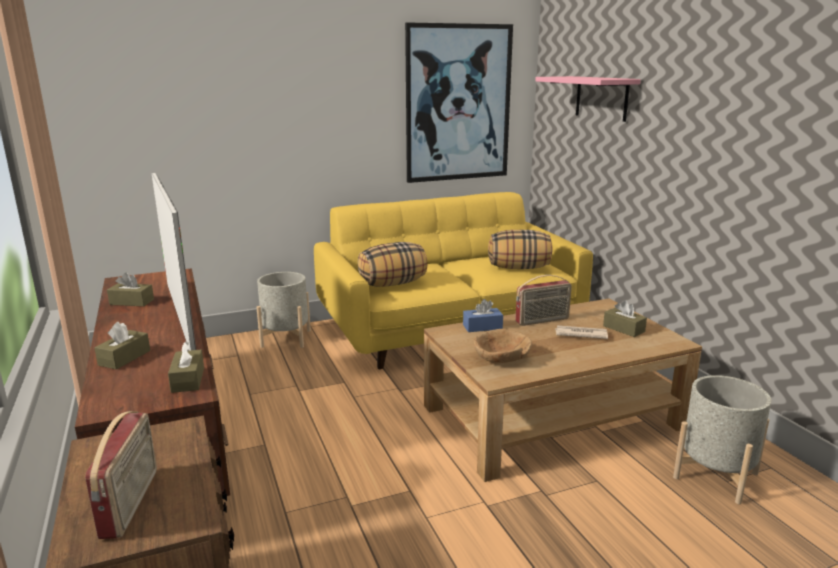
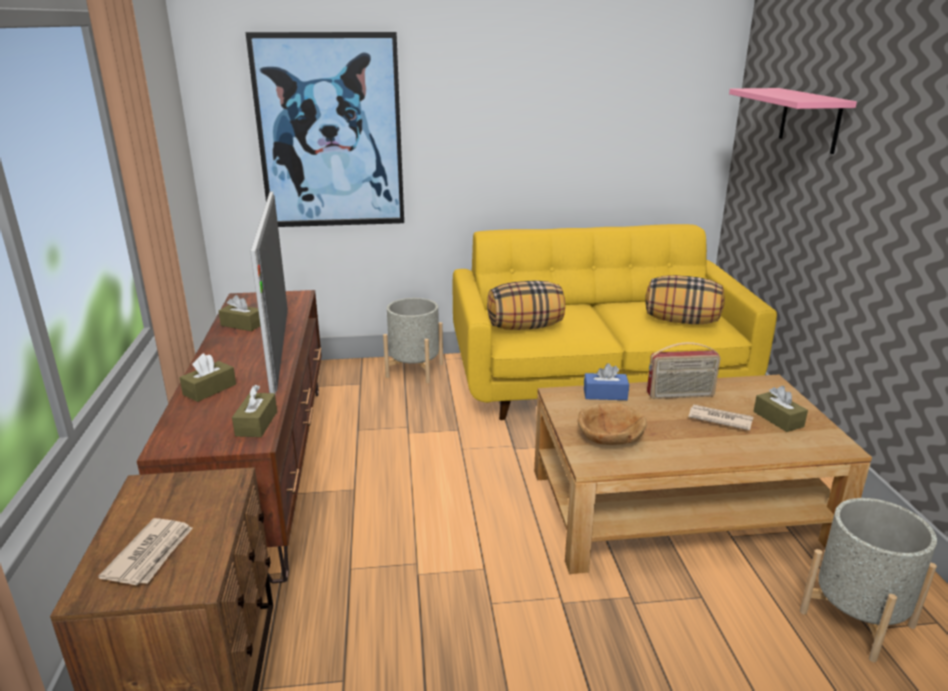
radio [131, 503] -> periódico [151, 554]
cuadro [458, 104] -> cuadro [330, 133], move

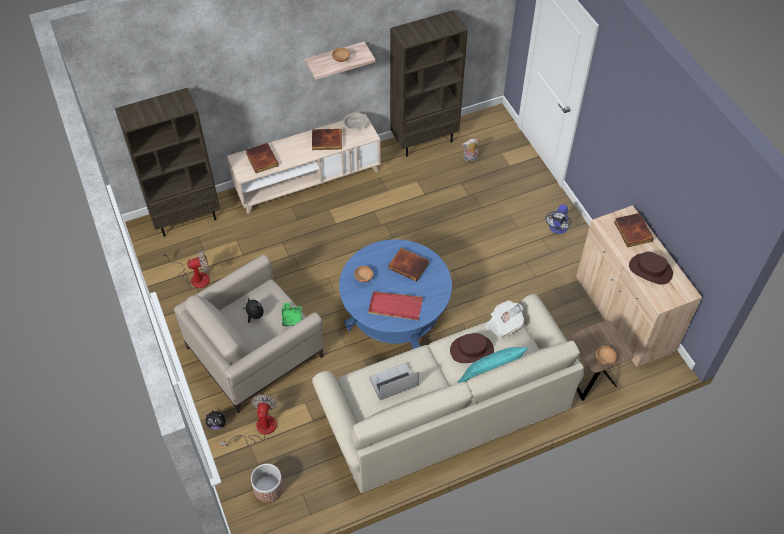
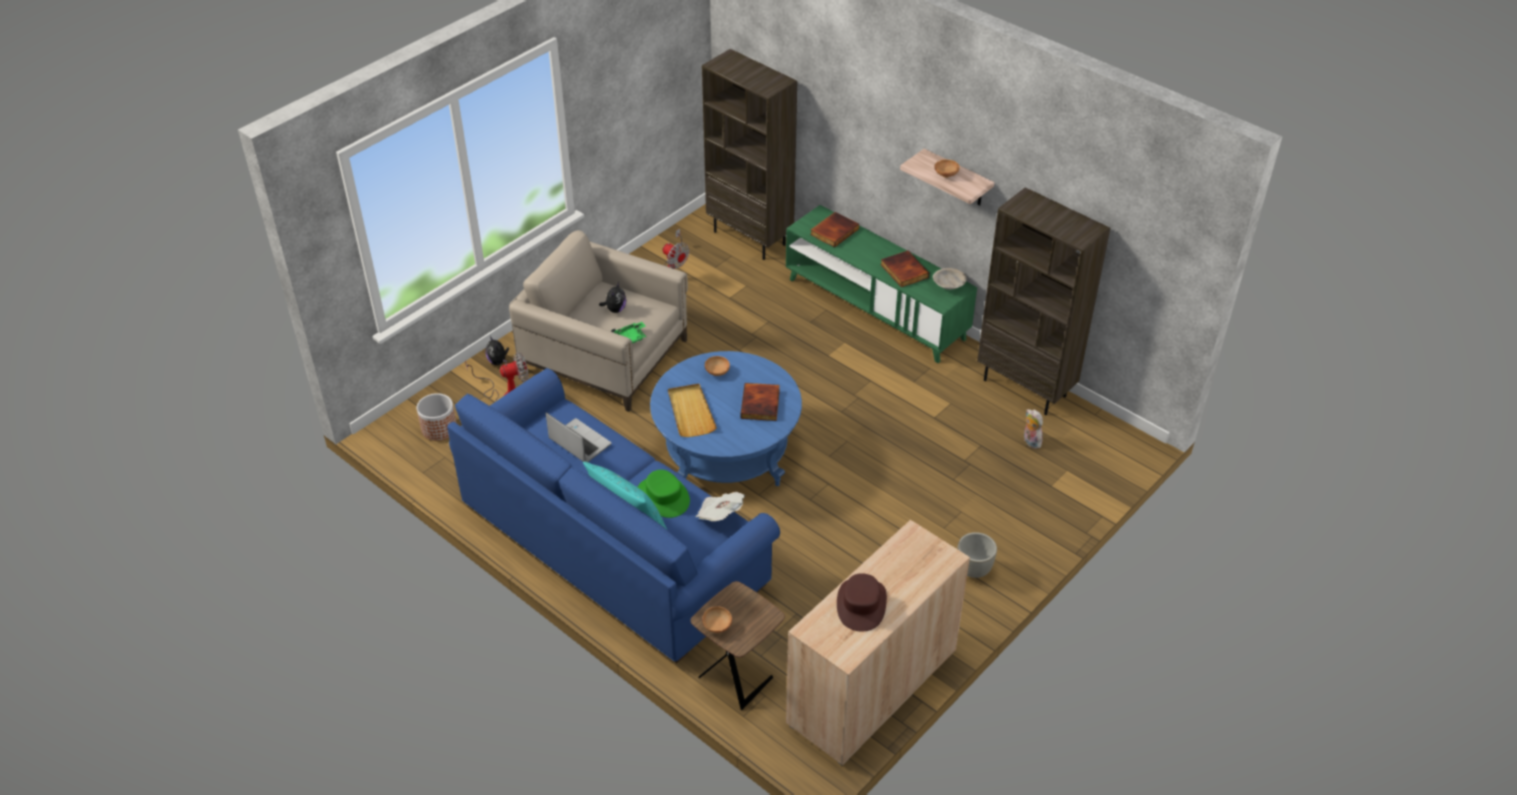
sofá/beis [446, 411] -> sofá/azul [612, 544]
sombrero/marrón [472, 350] -> sombrero/verde [663, 496]
bandeja/rojo [395, 307] -> bandeja/beis [690, 412]
mueble de televisión/beis [307, 180] -> mueble de televisión/verde [875, 308]
ventilador [557, 229] -> maceta/gris [974, 570]
libro [632, 231] -> none

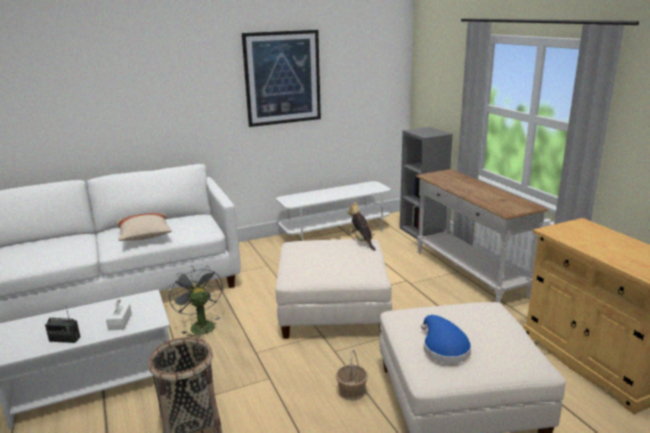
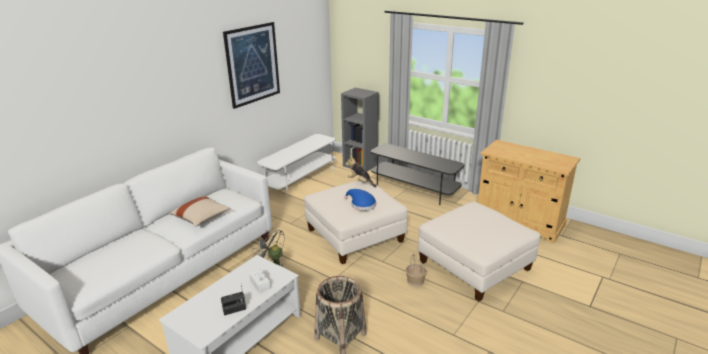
sombrero/azul [443, 348] -> sombrero/azul [361, 204], move
mesa consola/blanco [468, 274] -> mueble de televisión/gris [414, 188]

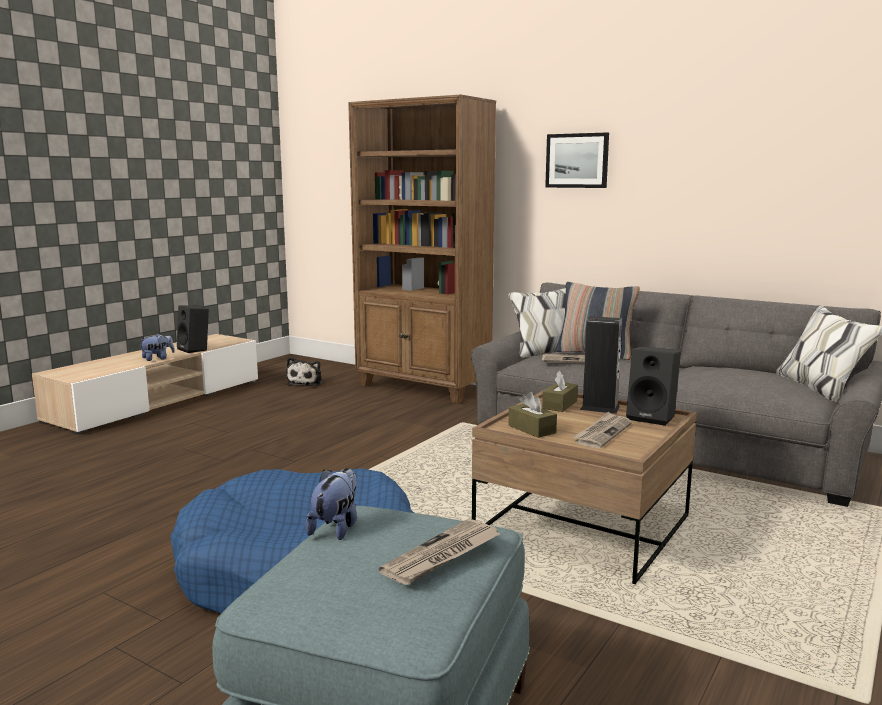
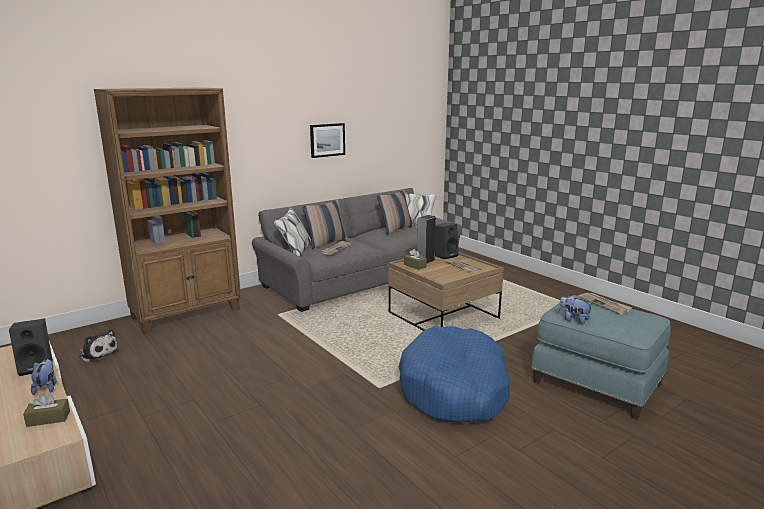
caja de pañuelos/marrón [532, 429] -> caja de pañuelos/marrón [48, 419], move
cuadro [577, 160] -> cuadro [327, 140], move
none -> cojín [396, 230]

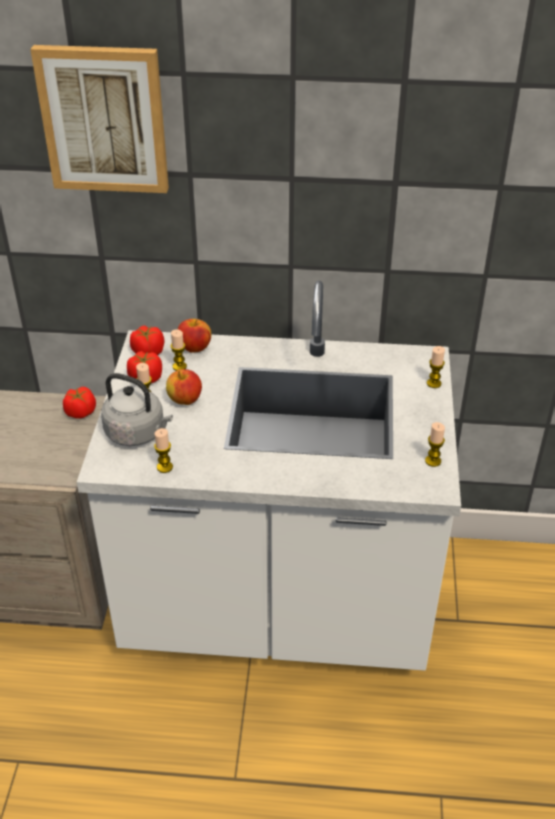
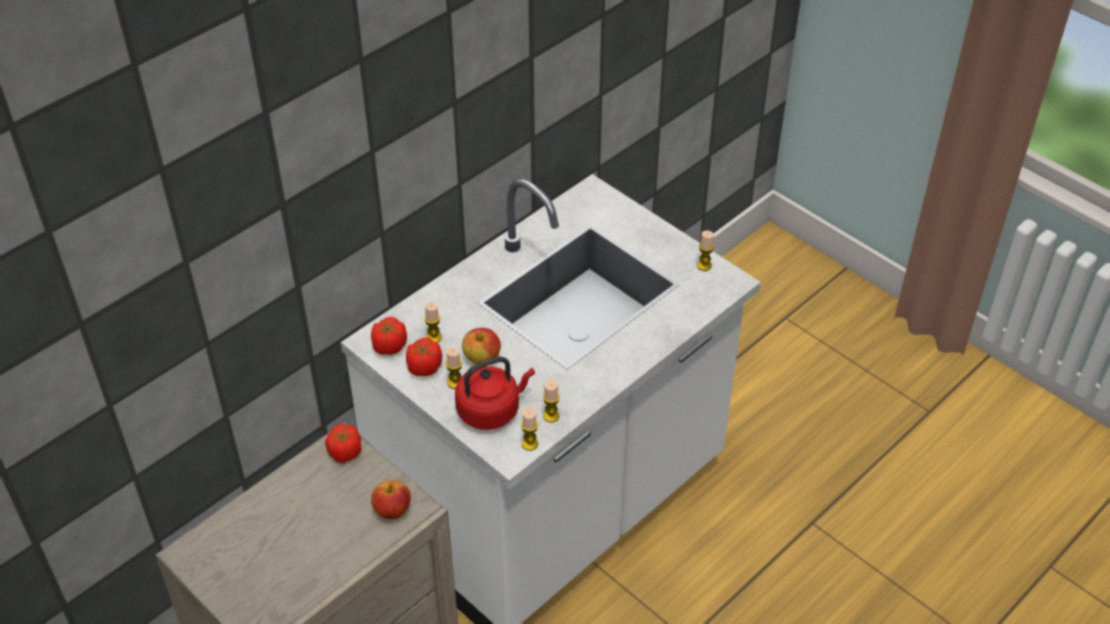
manzana [194, 348] -> manzana [392, 510], move
hervidor/gris [138, 433] -> hervidor/rojo [491, 410]
vela [434, 383] -> vela [530, 444], move
cuadro [104, 119] -> none

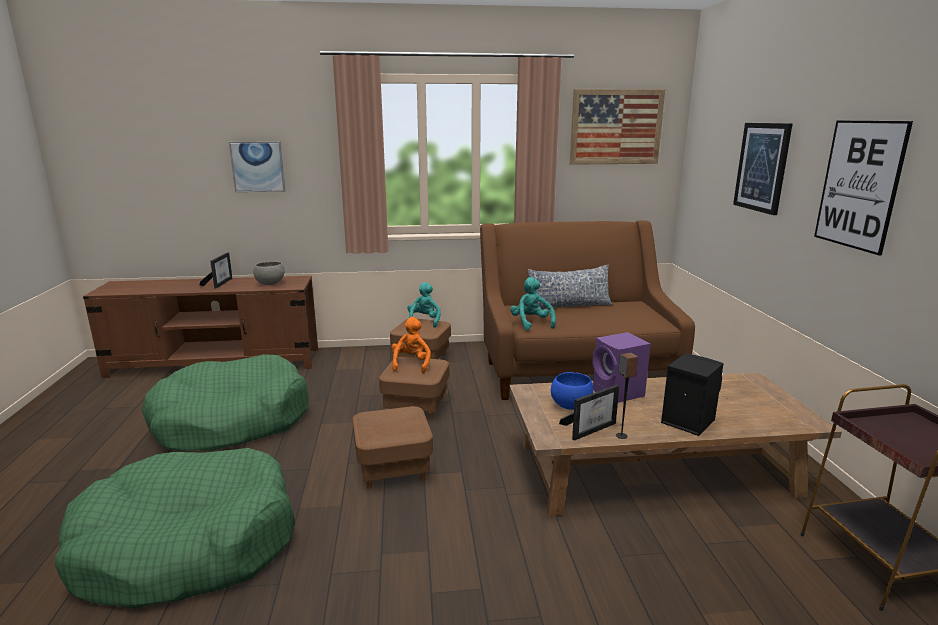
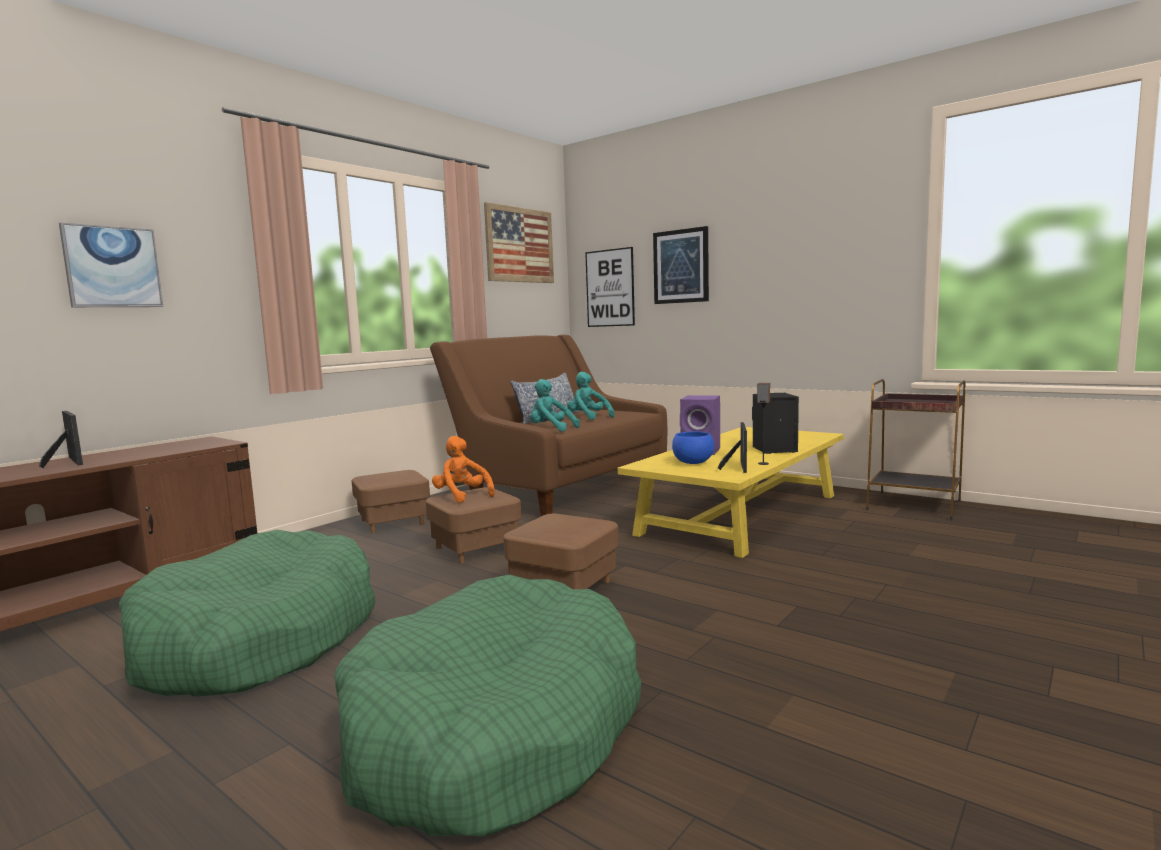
peluche/turquesa [424, 321] -> peluche/turquesa [588, 418], move
cuadro [859, 185] -> cuadro [610, 288], move
mesa de centro/marrón [655, 468] -> mesa de centro/amarillo [740, 513]
cuenco/gris [270, 284] -> none

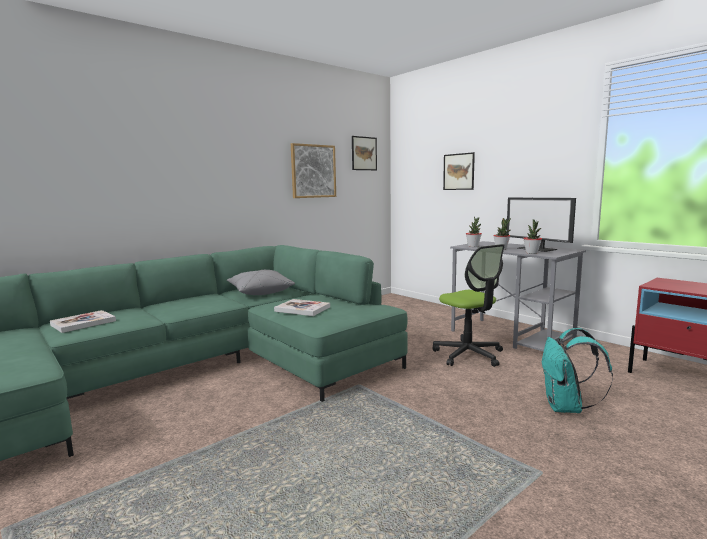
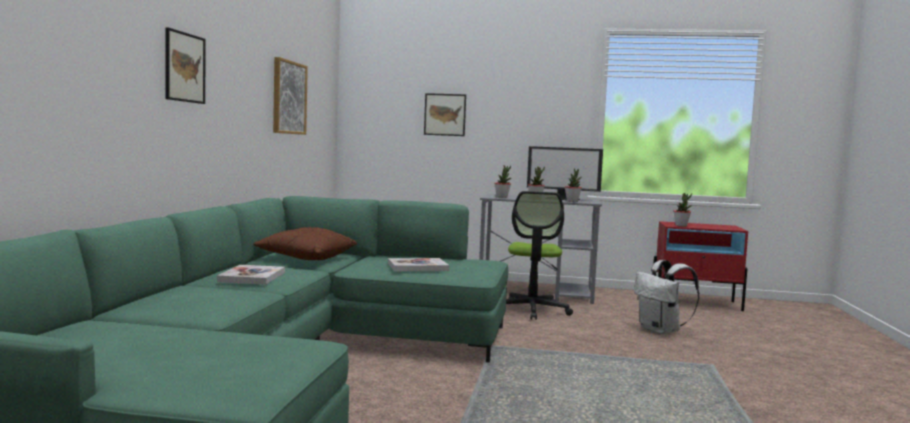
cuadro [364, 153] -> cuadro [184, 67], move
libro [83, 323] -> libro [252, 277], move
cojín/gris [260, 292] -> cojín/marrón [306, 258]
silla de oficina [468, 355] -> silla de oficina [532, 310], 75 degrees clockwise
mochila/turquesa [566, 408] -> mochila/blanco [661, 331]
none -> planta en maceta [681, 225]

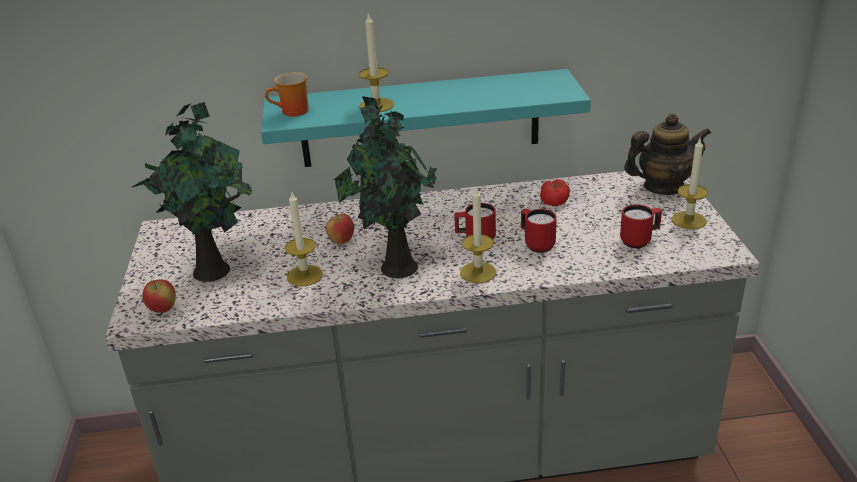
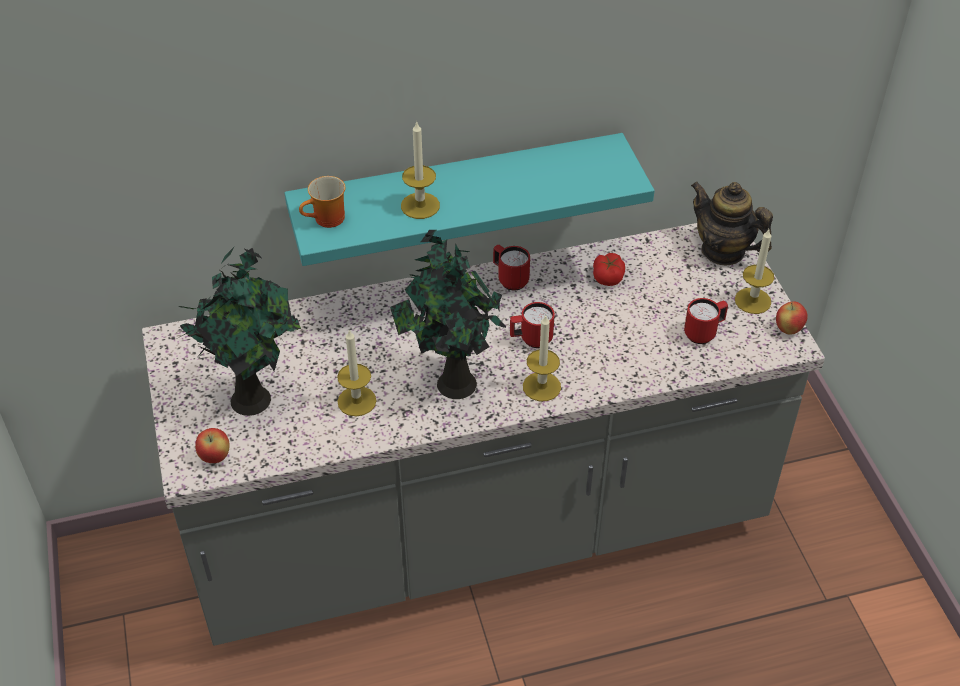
taza grande/rojo [536, 244] -> taza grande/rojo [509, 279], move
tetera [663, 187] -> tetera [723, 251], 120 degrees counterclockwise
manzana [341, 241] -> manzana [788, 329], move

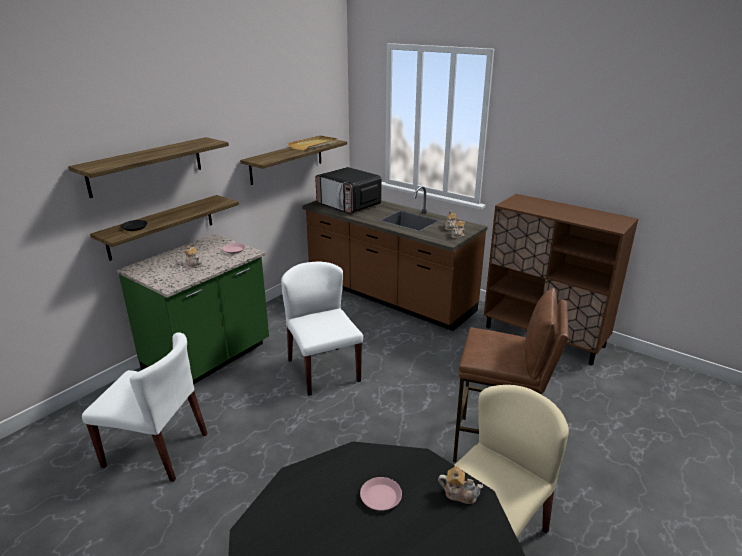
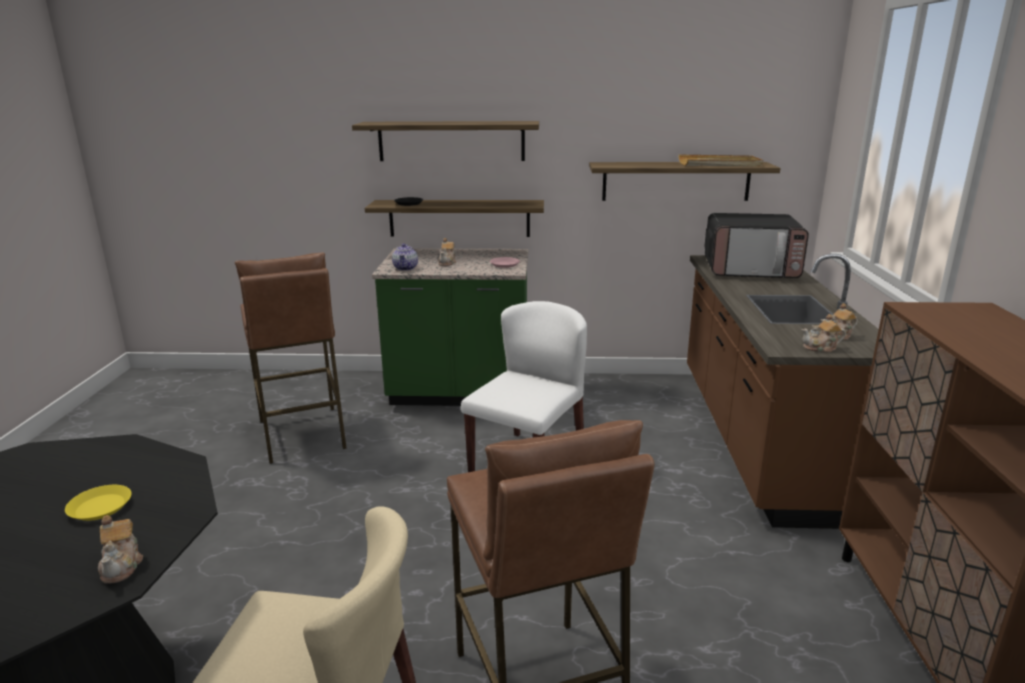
plato/rosa [381, 496] -> plato/amarillo [100, 507]
silla/blanco [157, 450] -> taburete/marrón [302, 434]
none -> tetera [406, 268]
microondas [349, 205] -> microondas [751, 270], 90 degrees counterclockwise

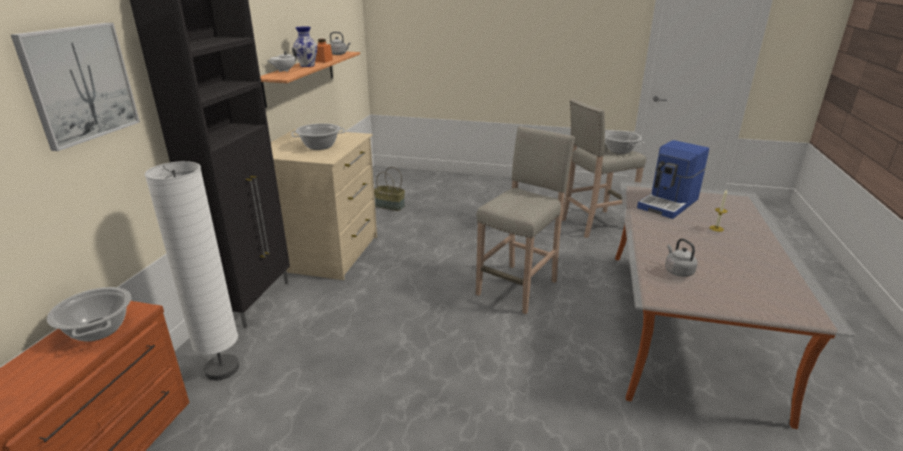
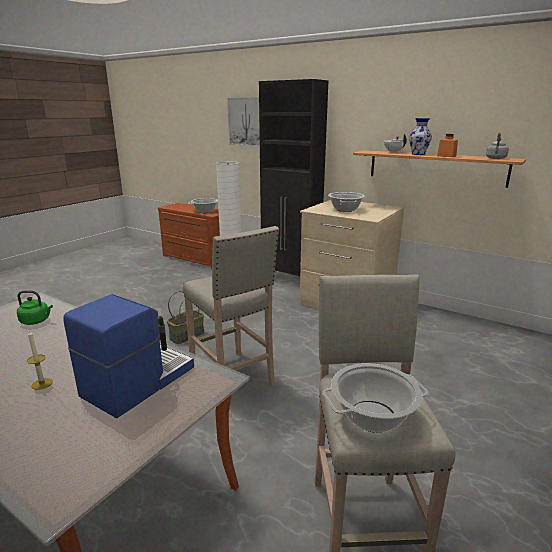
hervidor/gris [677, 271] -> hervidor/verde [36, 321]
cafetera [669, 204] -> cafetera [137, 381], 60 degrees clockwise
cesta [389, 206] -> cesta [187, 335], move

